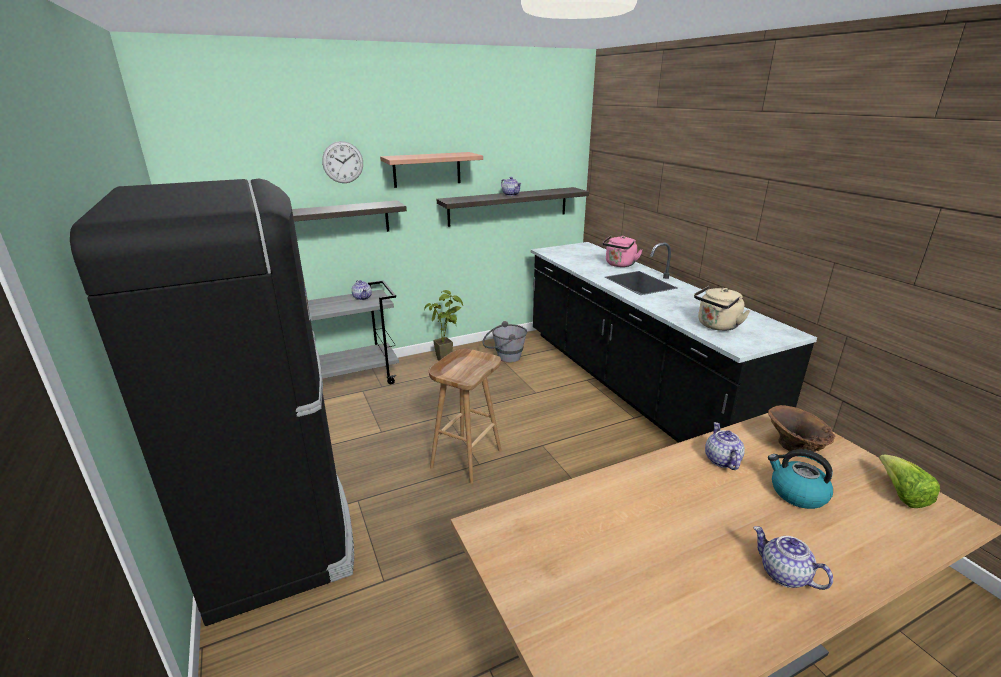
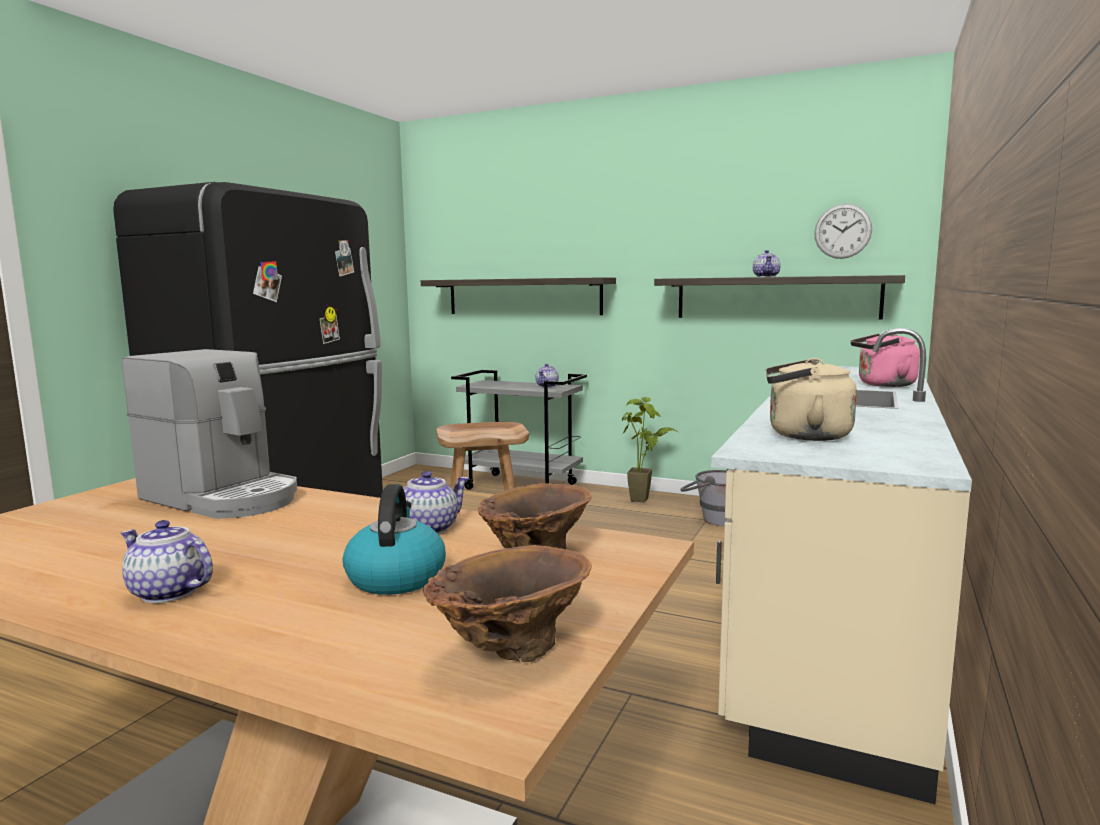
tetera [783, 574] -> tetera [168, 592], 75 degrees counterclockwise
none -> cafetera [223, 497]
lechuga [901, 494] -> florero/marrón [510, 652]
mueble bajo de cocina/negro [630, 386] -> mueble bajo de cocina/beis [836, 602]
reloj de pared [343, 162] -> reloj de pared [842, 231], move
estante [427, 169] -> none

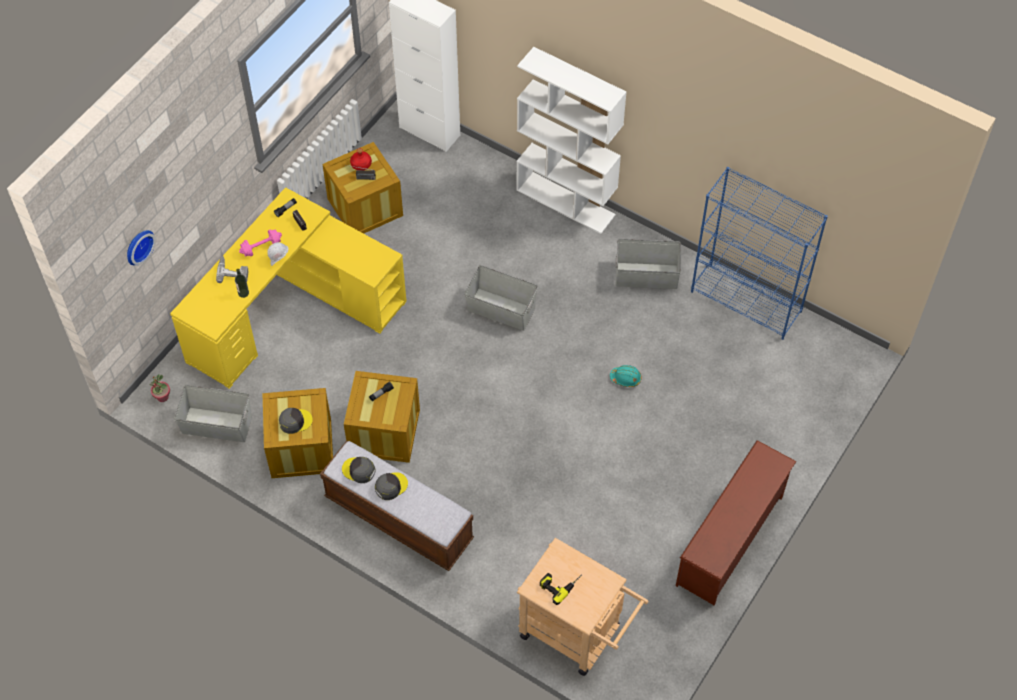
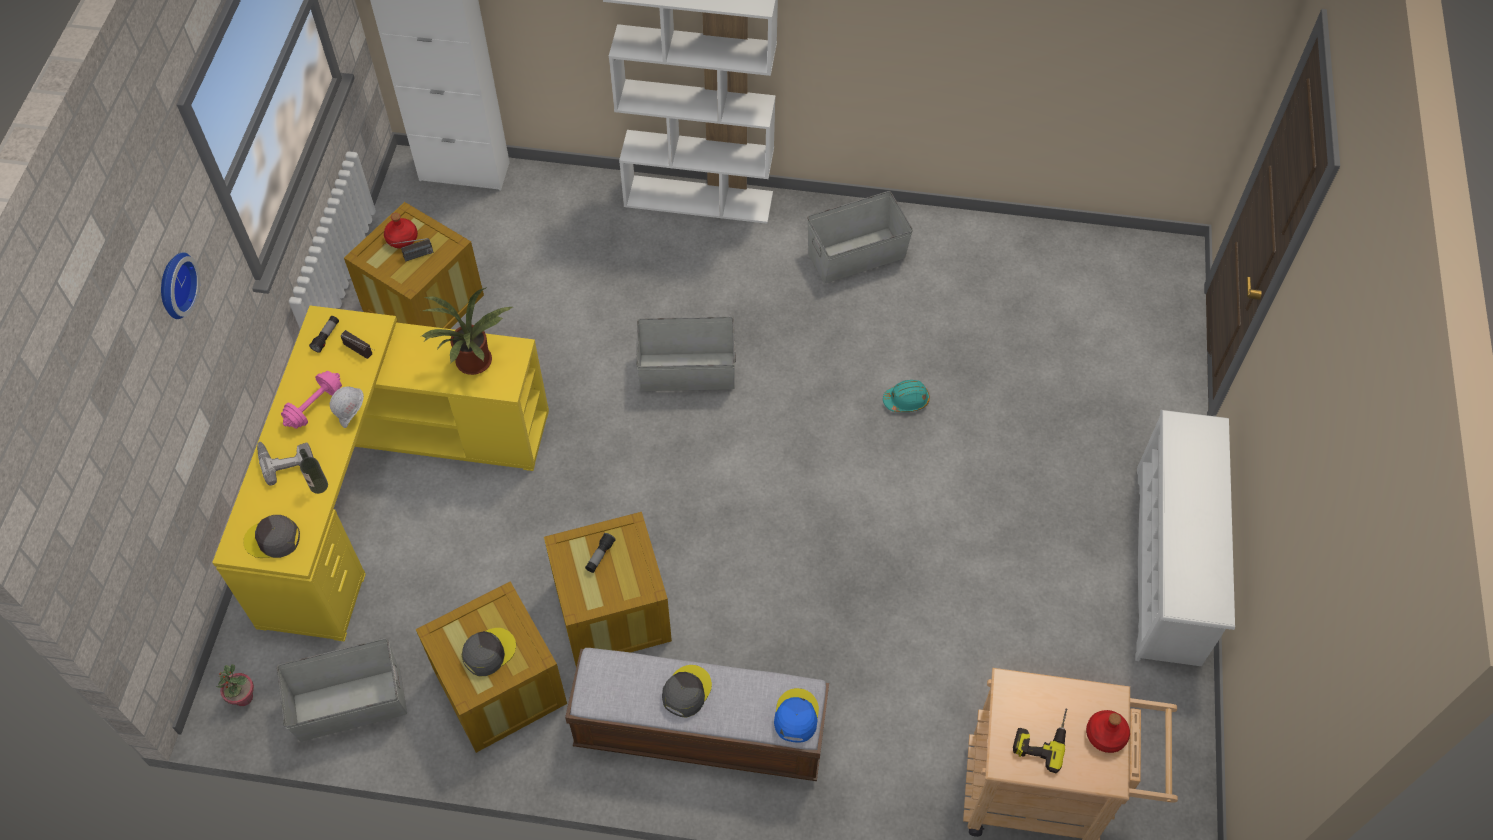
reloj de pared [138, 246] -> reloj de pared [174, 285], move
gorra/gris [358, 470] -> gorra/gris [273, 539], move
none -> planta en maceta [474, 365]
none -> gorra/azul [796, 716]
none -> botella/rojo [1105, 735]
zapatero/marrón [731, 541] -> zapatero/blanco [1170, 566]
estantería/azul [746, 301] -> none

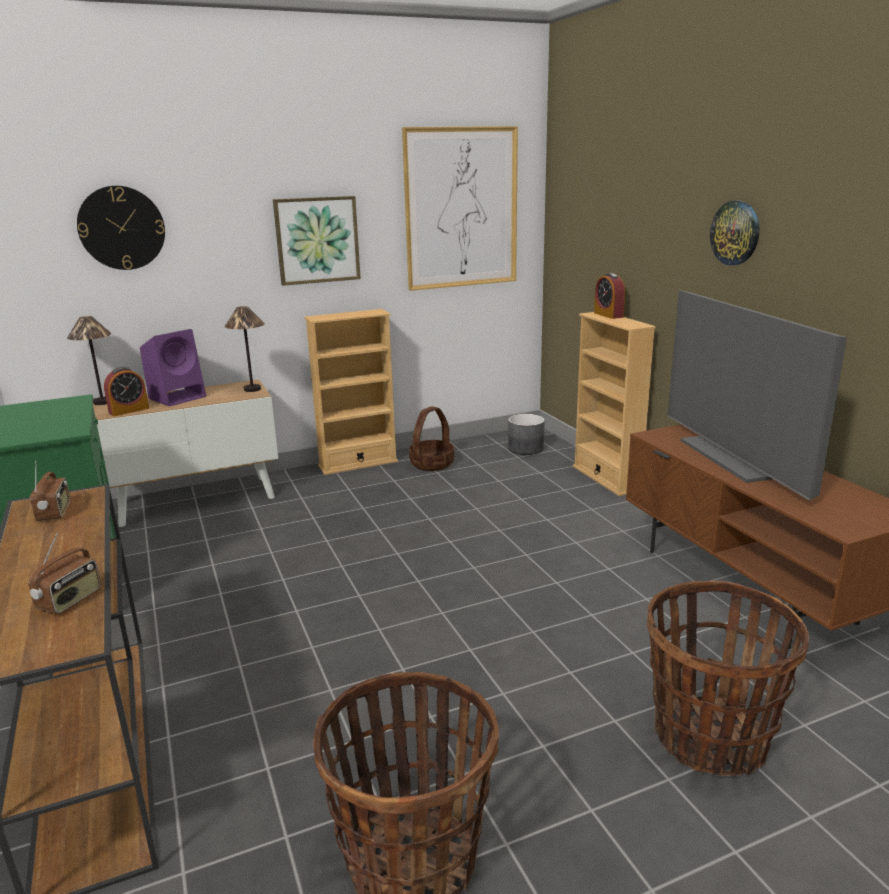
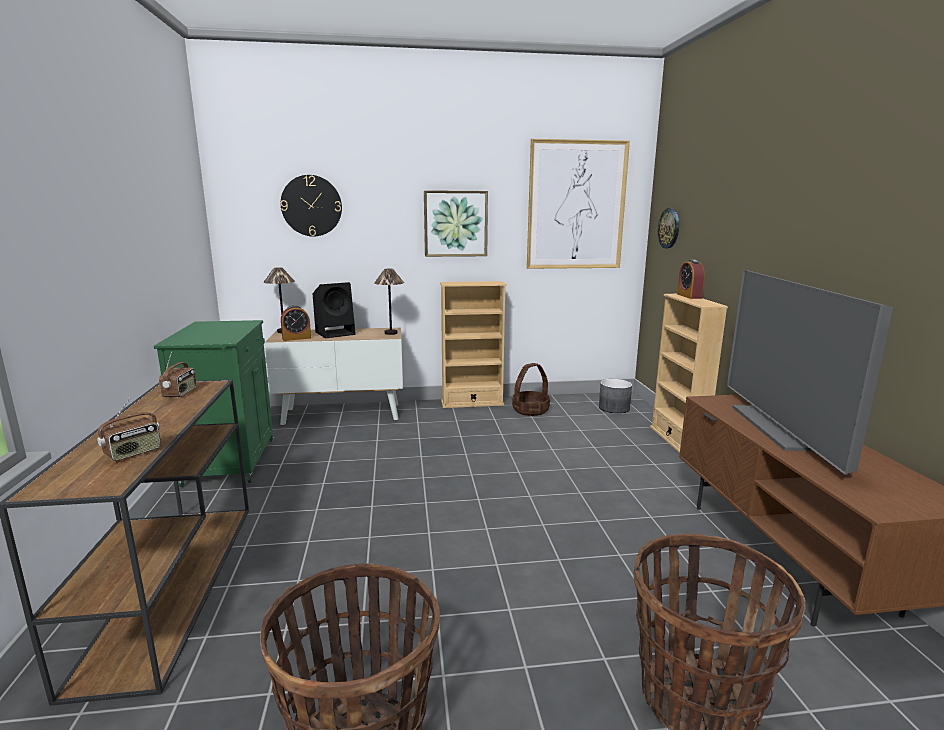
altavoz/morado [178, 397] -> altavoz/negro [336, 333]
reloj de pared [735, 233] -> reloj de pared [669, 228], move

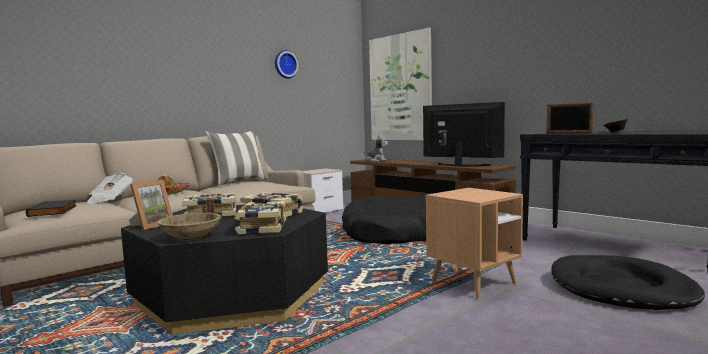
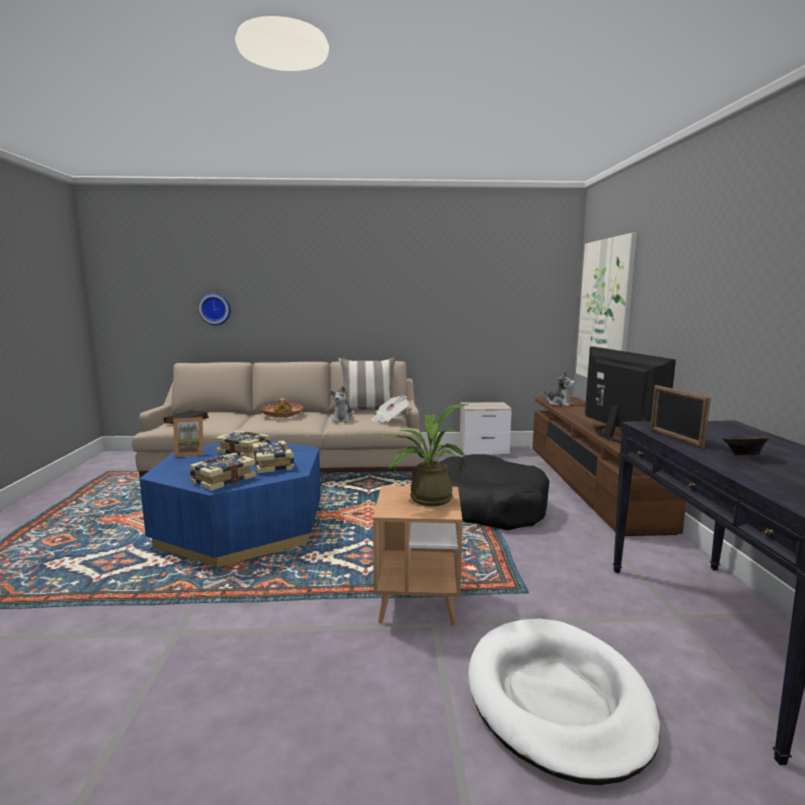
mesa de centro/negro [233, 294] -> mesa de centro/azul [242, 526]
reloj de pared [285, 64] -> reloj de pared [215, 309], move
none -> peluche [342, 419]
periódico [109, 199] -> periódico [389, 419], move
none -> planta en maceta [425, 499]
cama para perro/negro [621, 288] -> cama para perro/blanco [557, 700]
cuenco/beis [191, 237] -> none

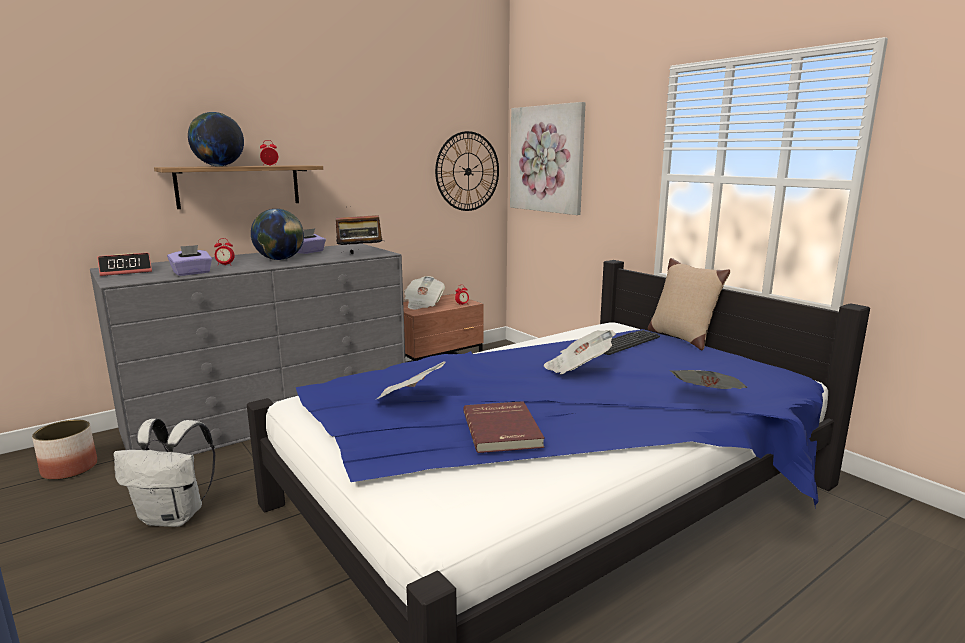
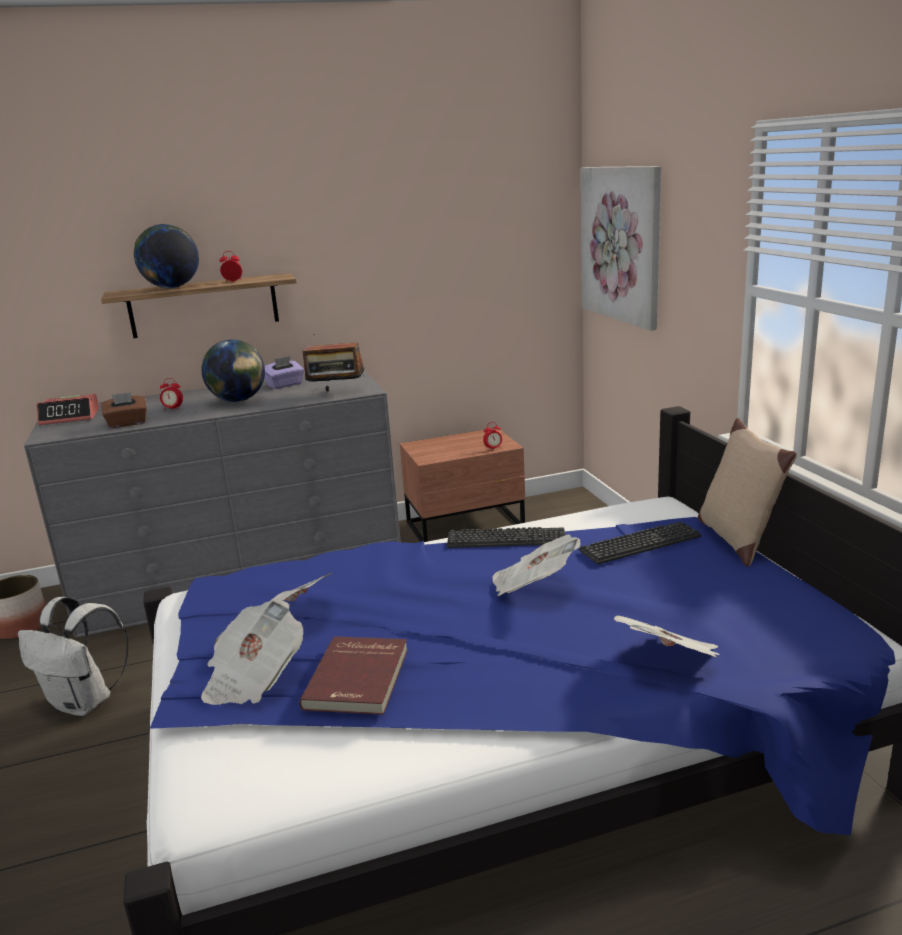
caja de pañuelos/morado [192, 273] -> caja de pañuelos/marrón [127, 423]
periódico [423, 304] -> periódico [253, 678], move
none -> teclado [506, 539]
reloj de pared [468, 171] -> none

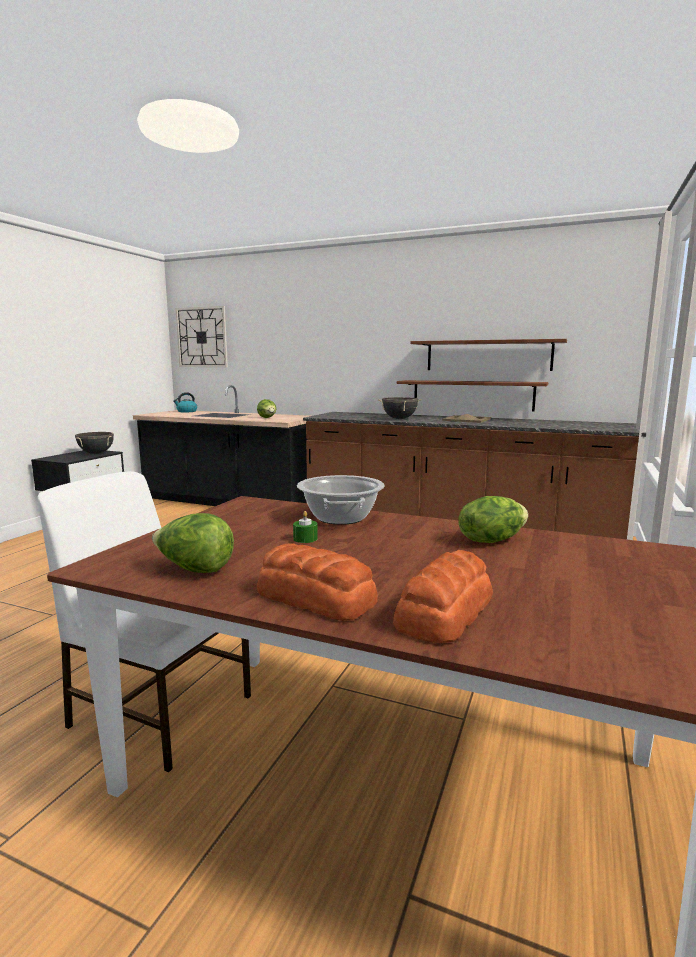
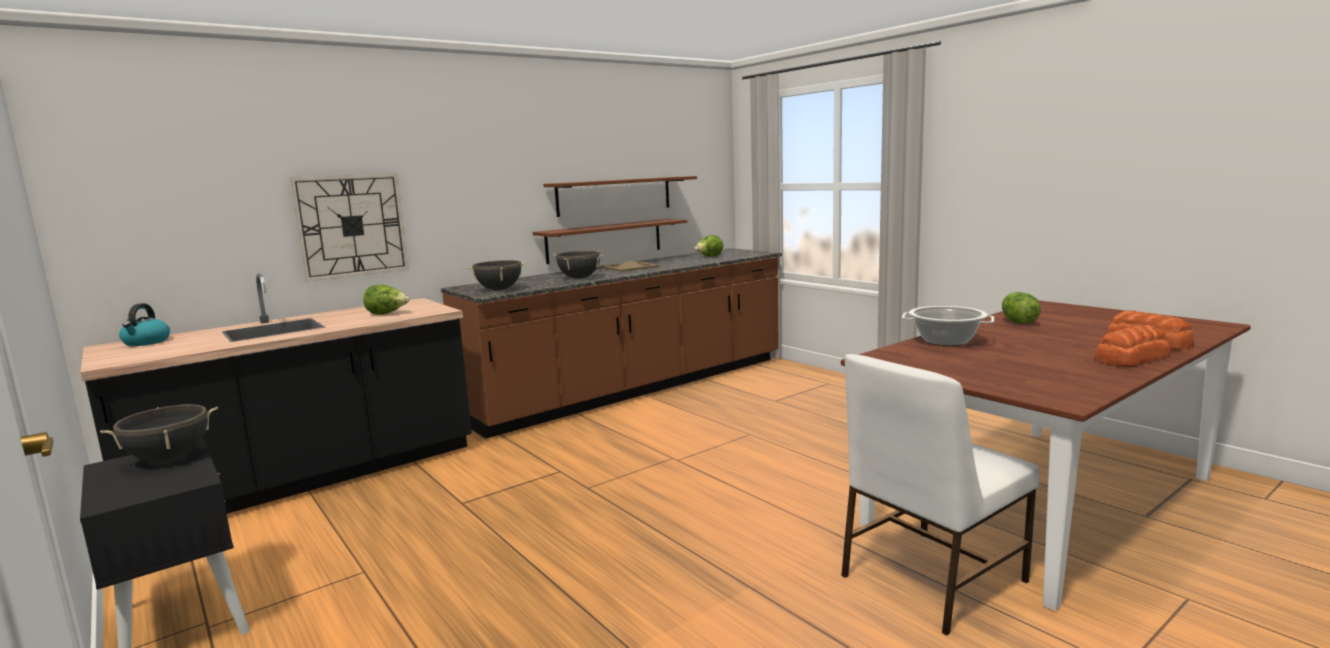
reloj de pared [202, 337] -> reloj de pared [352, 225], move
none -> olla/negro [499, 290]
lechuga [194, 569] -> lechuga [709, 257], move
vela/verde [305, 539] -> none

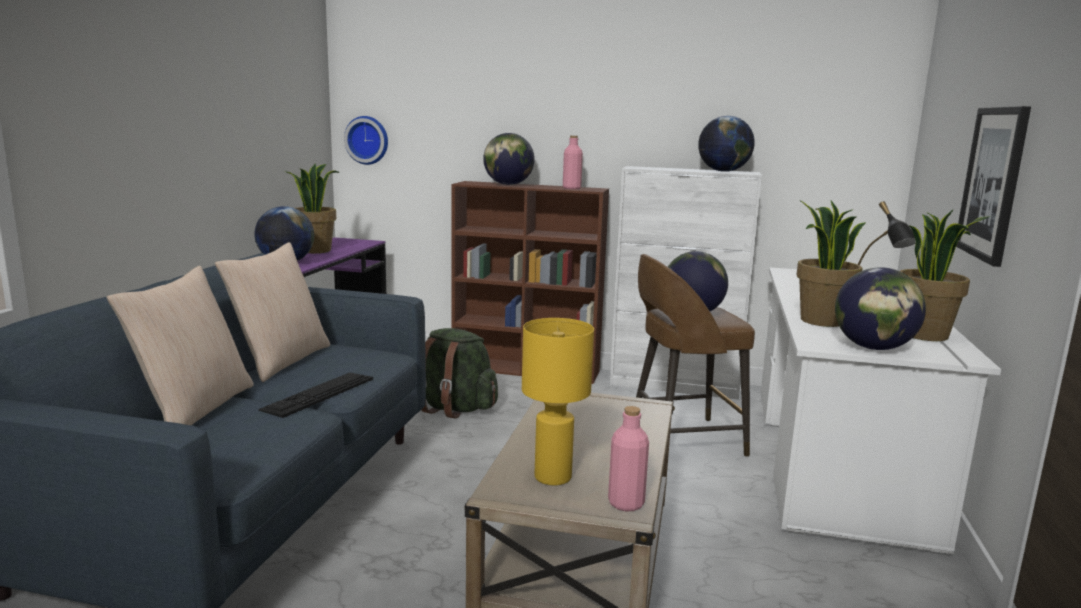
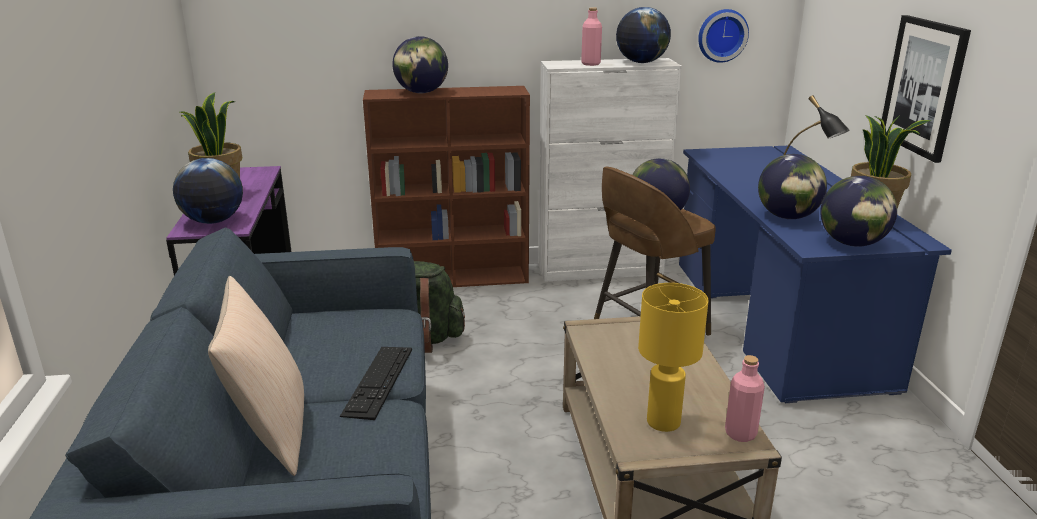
botella/rosa [571, 188] -> botella/rosa [590, 64], move
escritorio/blanco [836, 459] -> escritorio/azul [776, 321]
reloj de pared [367, 140] -> reloj de pared [721, 35], move
planta en maceta [821, 321] -> globo terráqueo [787, 217]
cojín/beis [281, 361] -> none

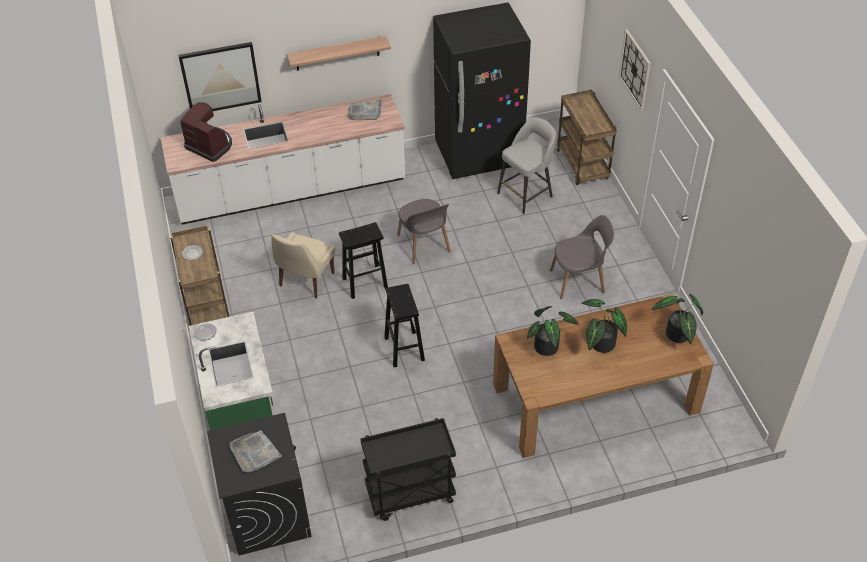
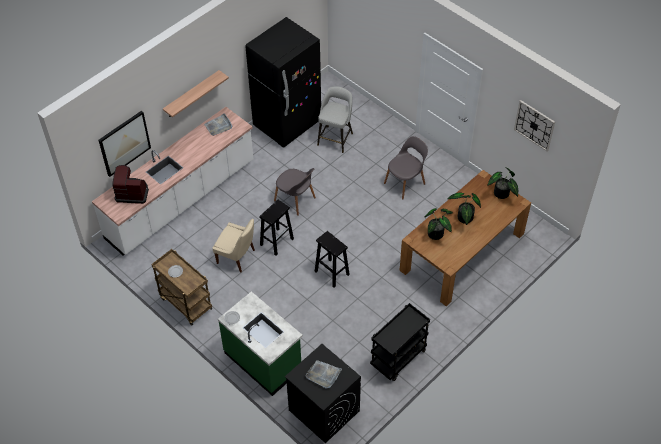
silla/beis [305, 281] -> silla/beis [237, 257], 60 degrees counterclockwise
reloj de pared [635, 69] -> reloj de pared [534, 125], move
carrito/marrón [583, 166] -> none

